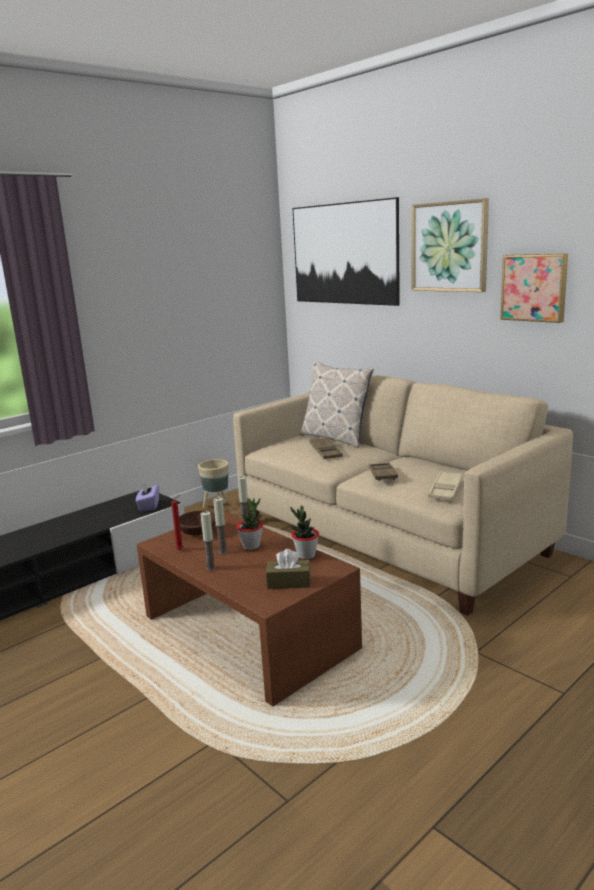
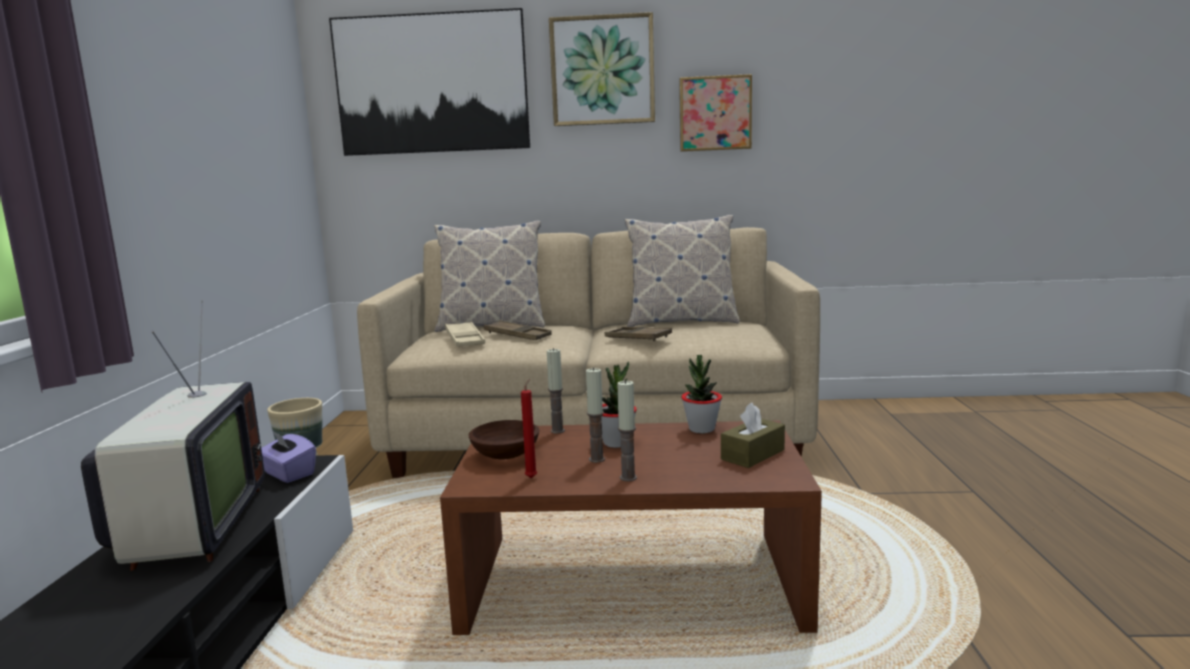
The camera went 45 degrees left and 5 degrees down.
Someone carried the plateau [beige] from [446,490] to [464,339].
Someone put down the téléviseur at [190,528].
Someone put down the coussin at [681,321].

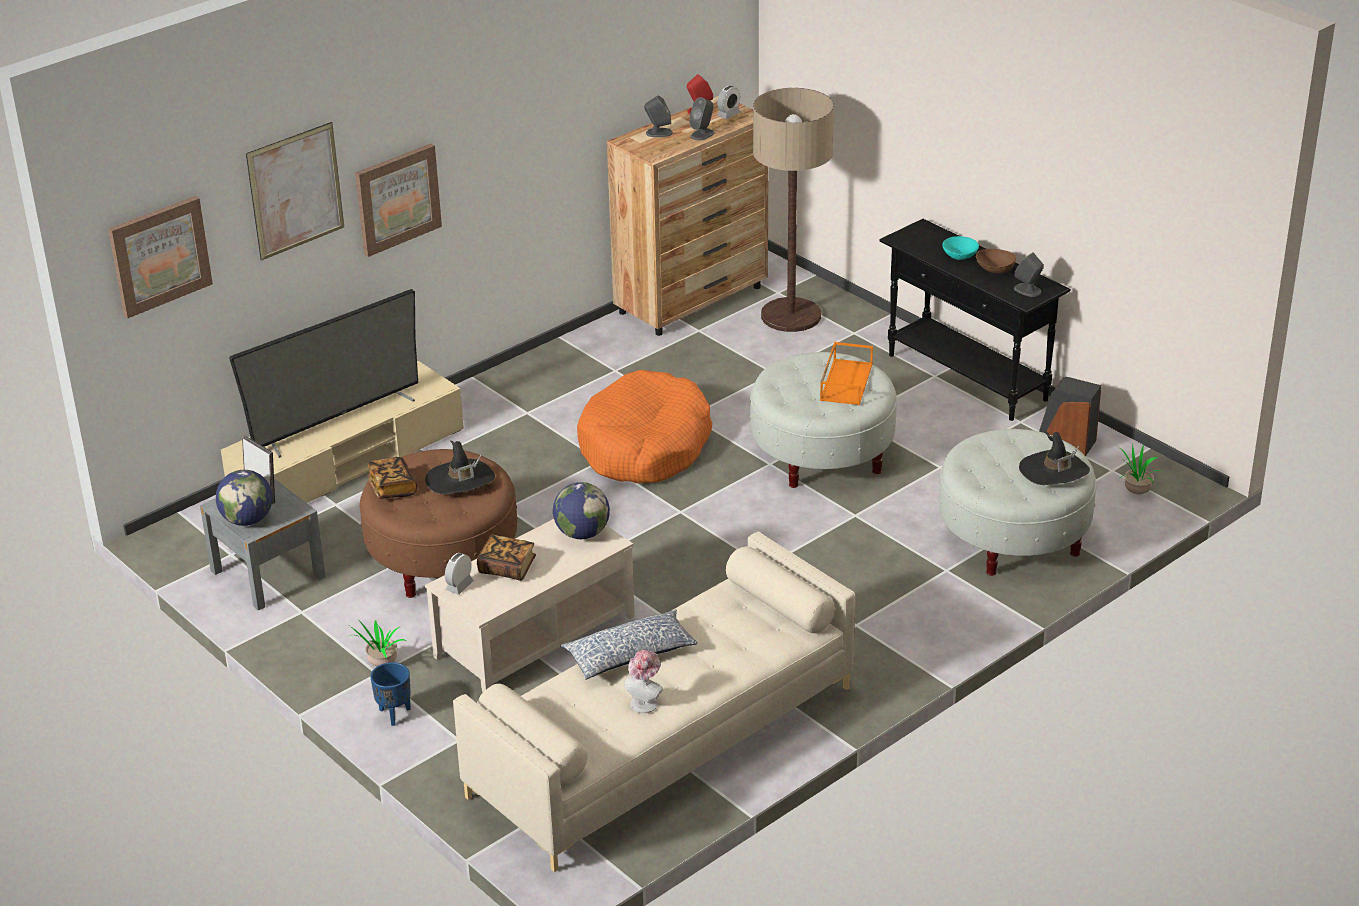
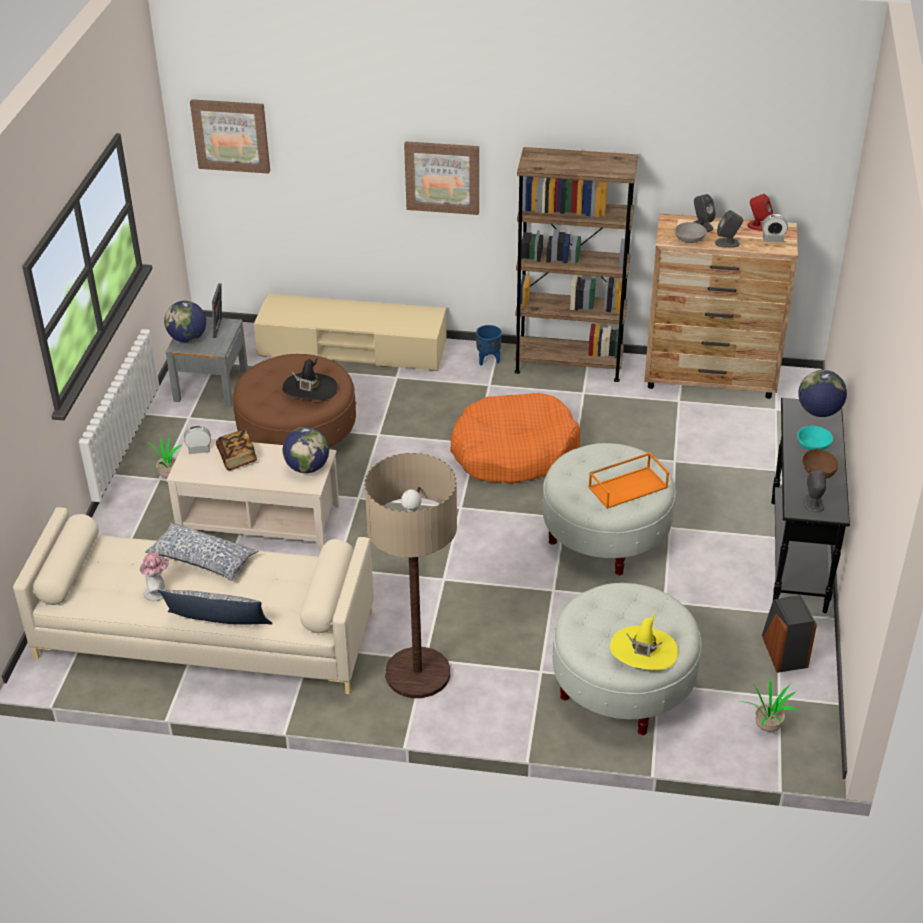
The camera went 50 degrees right and 5 degrees up.
Someone took away the téléviseur at [337,421].
Someone took away the tableau at [295,191].
Someone took away the livre at [392,488].
Someone carried the cache-pot [bleu] from [394,714] to [488,360].
Someone carried the lampadaire from [791,316] to [417,673].
Someone repainted the chapeau [noir] at [1054,471], which became the chapeau [jaune] at [643,651].
Someone put down the coussin at [217,623].
Someone put down the bibliothèque [marron] at [568,364].
Someone put down the bol [gris] at [689,240].
Someone put down the globe at [819,412].

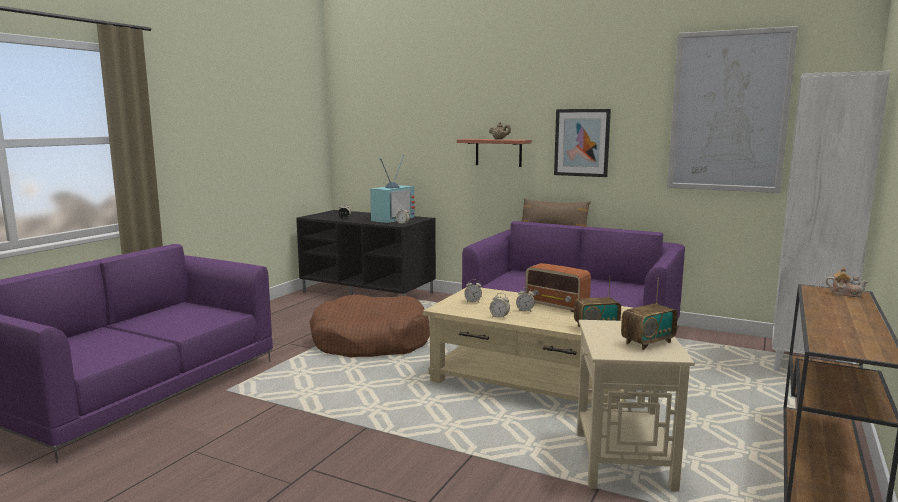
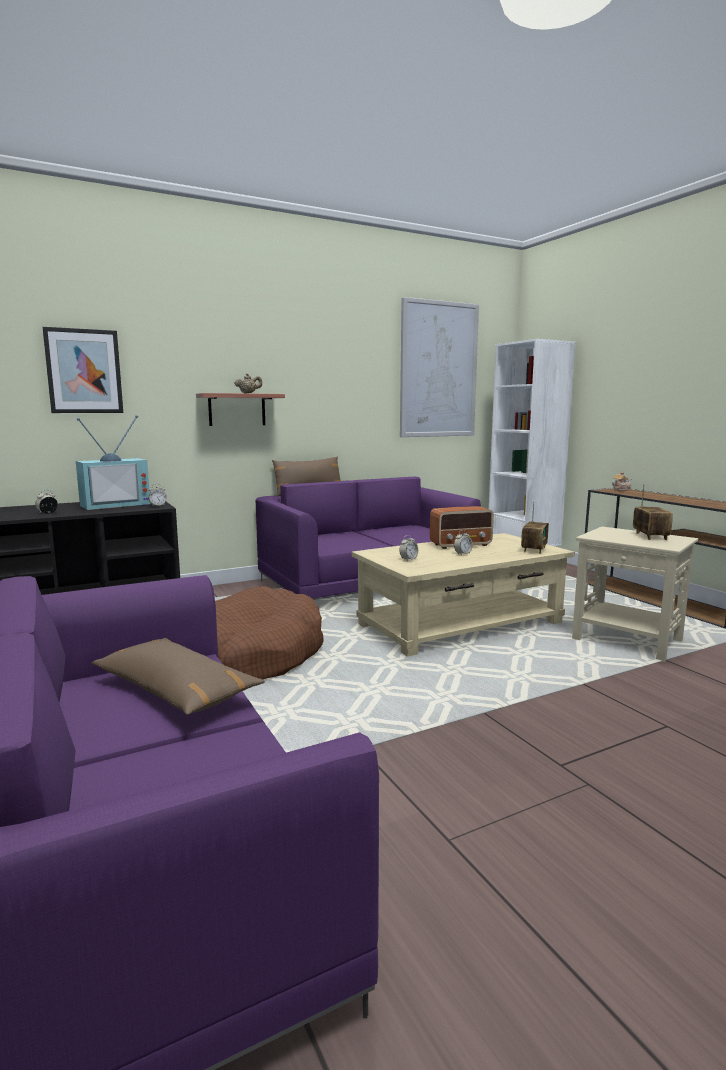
The camera went 55 degrees left and 0 degrees up.
Someone rotated the téléviseur at [391,218] by 75 degrees clockwise.
Someone took away the réveil at [499,317].
Someone carried the tableau from [582,142] to [84,371].
Someone put down the coussin [marron] at [176,690].

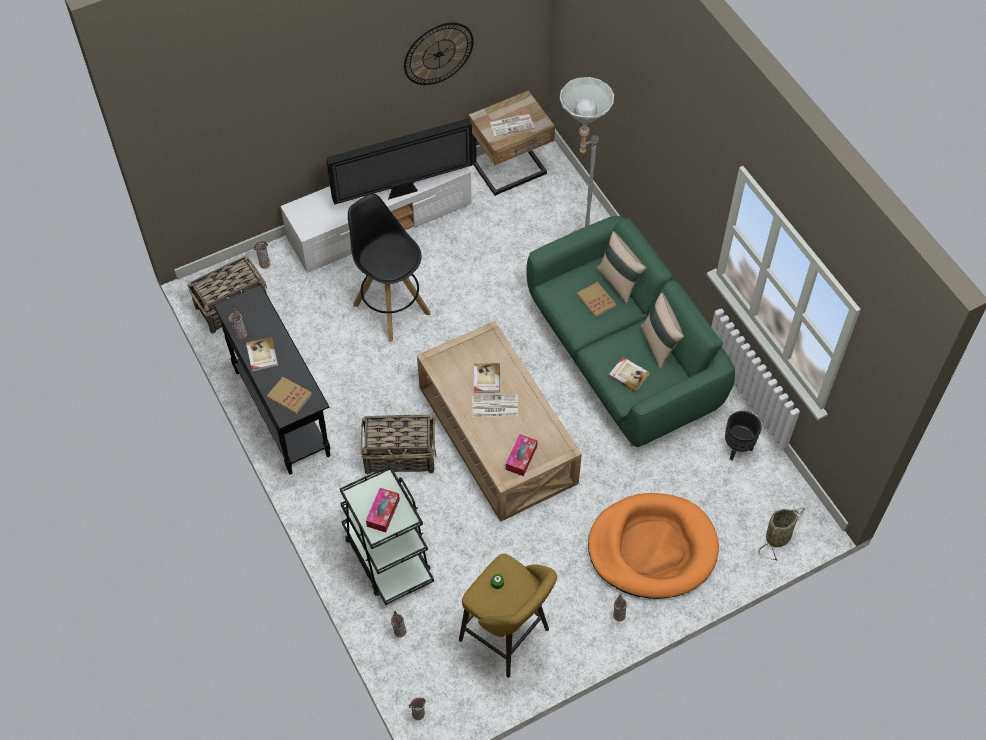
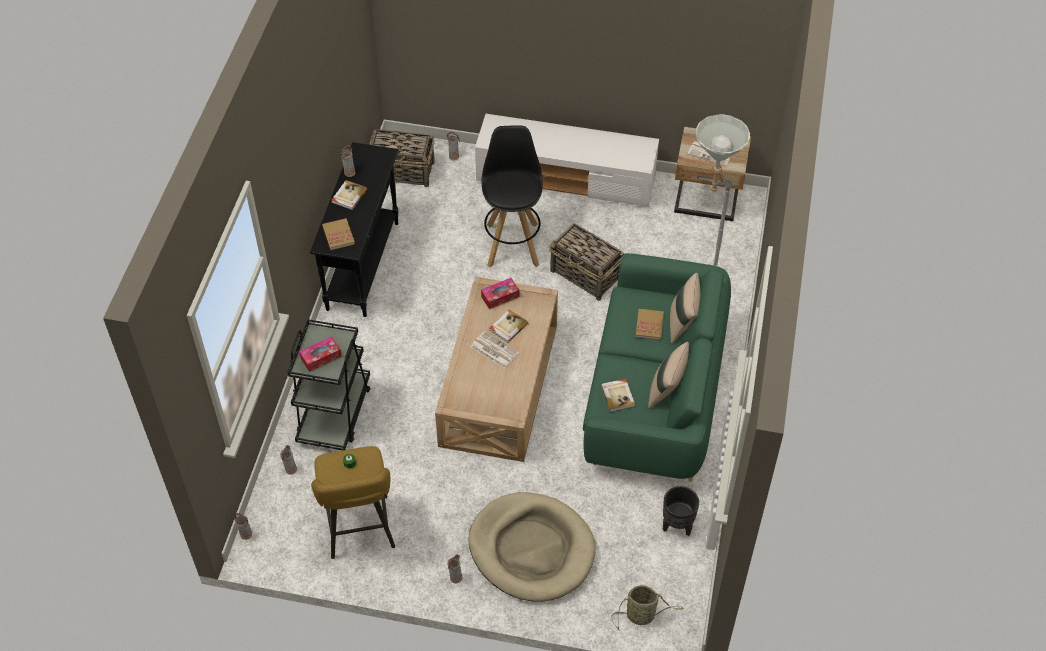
The camera went 40 degrees right and 5 degrees down.
Someone took away the téléviseur at [403,191].
Someone carried the panier from [400,455] to [586,275].
Someone took away the horloge murale at [438,54].
Someone carried the boîte à mouchoirs from [521,458] to [500,297].
Someone repainted the panier pour chien [orange] at [652,548], which became the panier pour chien [beige] at [531,549].

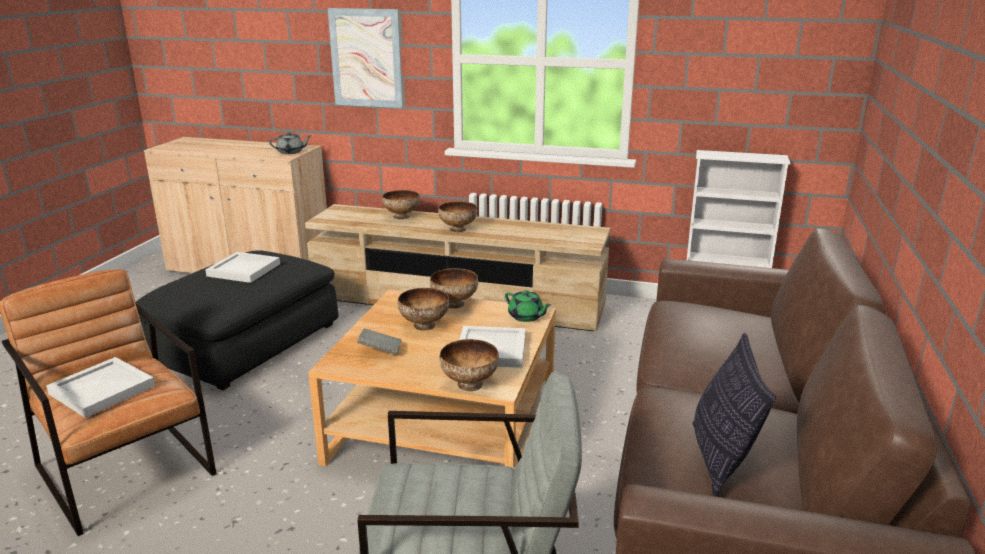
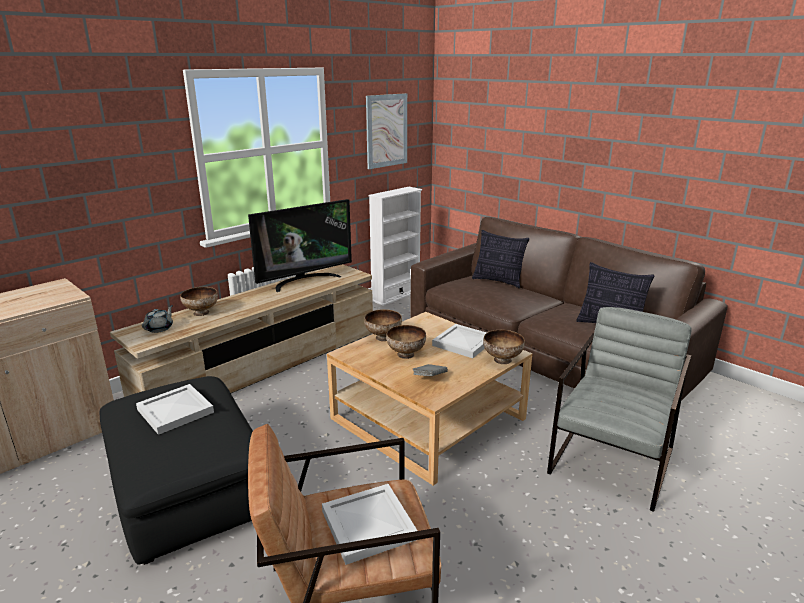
The camera went 60 degrees left and 0 degrees up.
Someone carried the théière [gris] from [291,152] to [160,328].
Someone carried the tableau from [366,58] to [386,130].
Someone took away the bol at [458,229].
Someone took away the théière [vert] at [526,317].
Someone put down the téléviseur at [304,280].
Someone put down the coussin at [498,281].

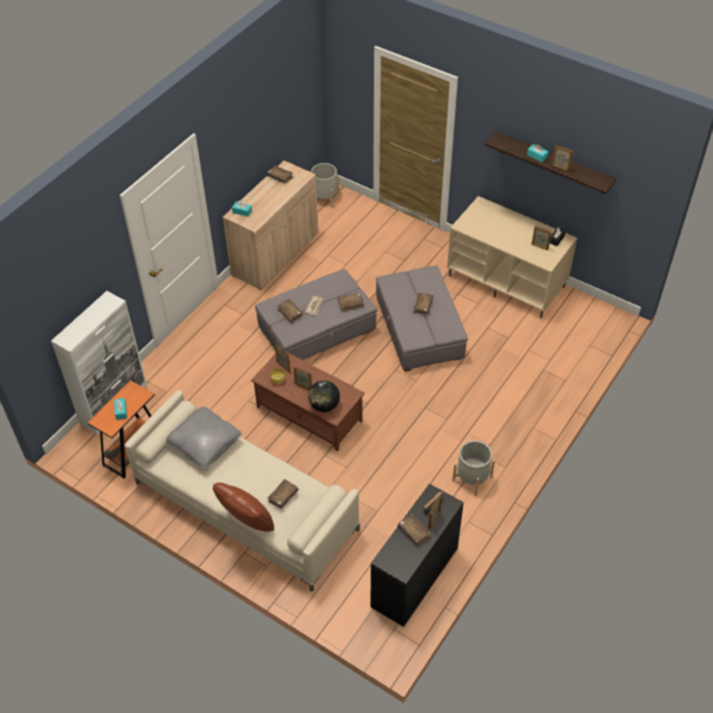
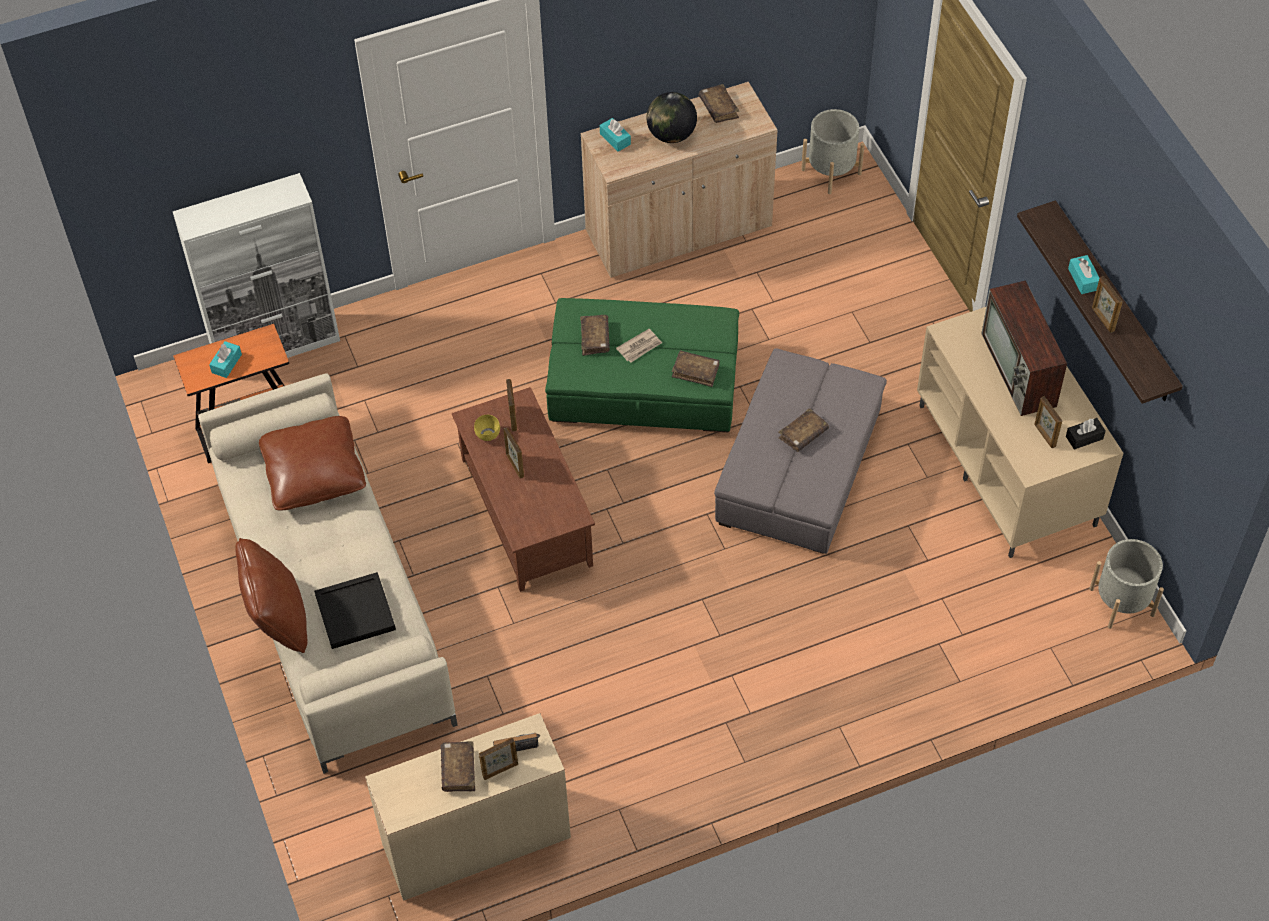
The camera went 35 degrees right and 5 degrees up.
Someone repainted the coussin [gris] at [205,443], which became the coussin [marron] at [314,473].
Someone repainted the pouf [gris] at [317,329], which became the pouf [vert] at [644,385].
Someone swapped the livre [marron] at [283,496] for the plateau [noir] at [354,612].
Someone carried the globe from [324,405] to [671,135].
Someone repainted the bureau [noir] at [413,577], which became the bureau [beige] at [475,840].
Someone carried the cache-pot [gris] from [472,478] to [1121,602].
Someone put down the téléviseur at [1020,371].

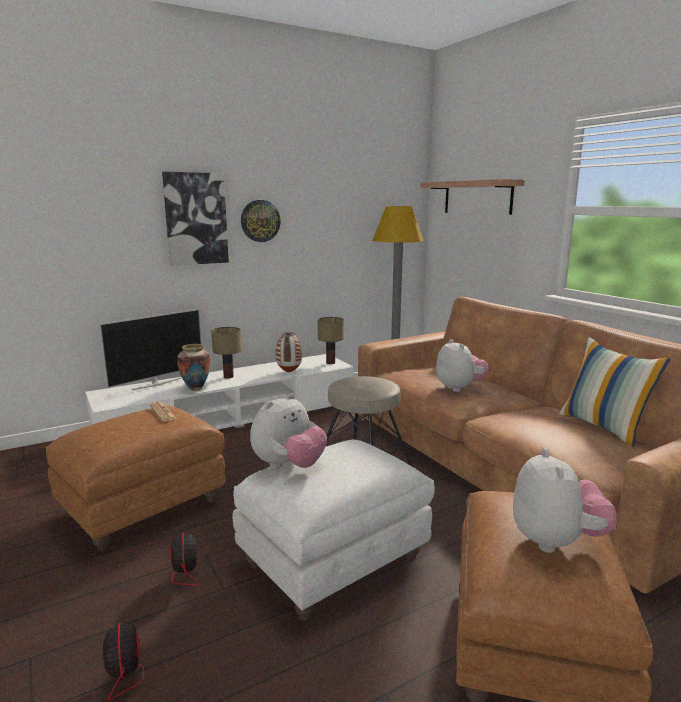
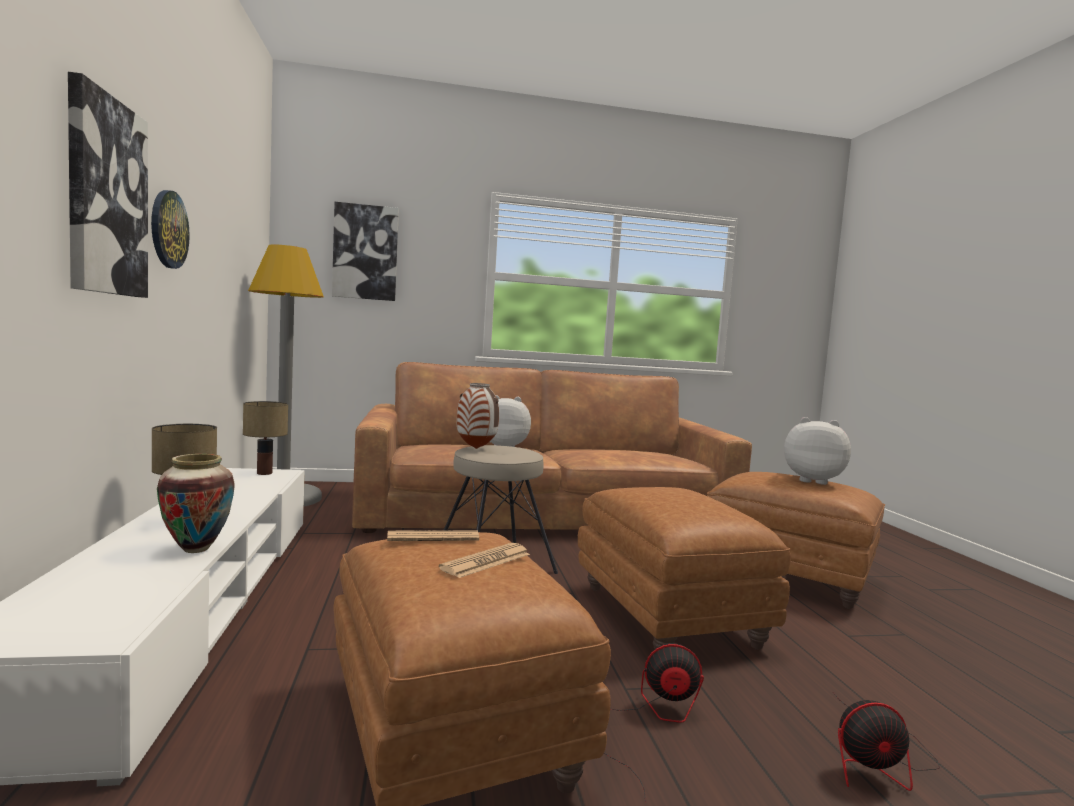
The camera went 70 degrees left and 10 degrees down.
Someone took away the téléviseur at [156,384].
Someone repainted the pouf [blanc] at [334,561], which became the pouf [marron] at [666,615].
Someone took away the peluche at [288,466].
Someone carried the vase from [289,372] to [477,448].
Someone swapped the étagère at [477,197] for the tableau at [365,252].
Someone took away the coussin at [604,427].
Someone put down the journal at [486,561].

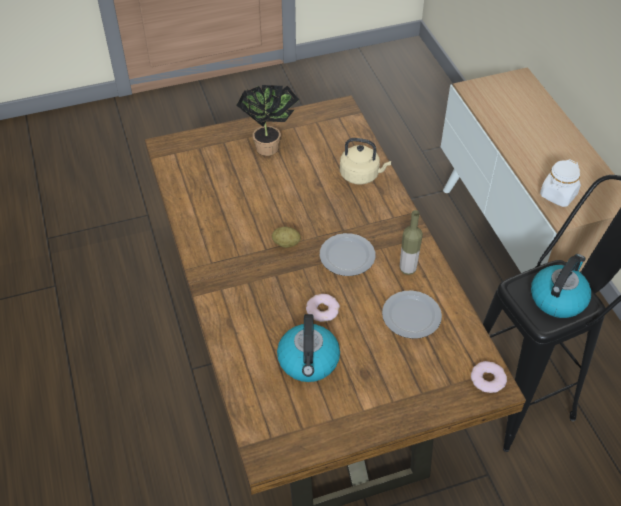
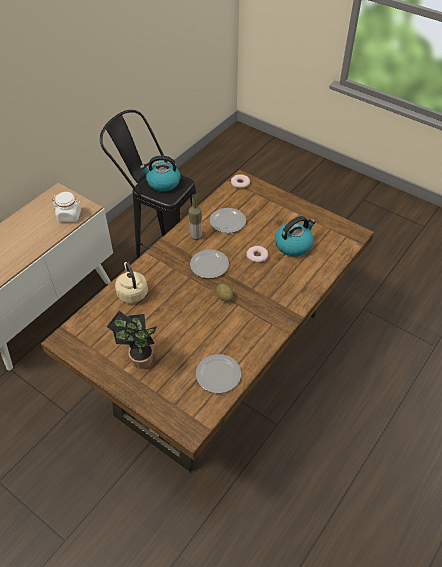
The camera went 125 degrees left and 0 degrees up.
Someone put down the assiette at [219,374].

